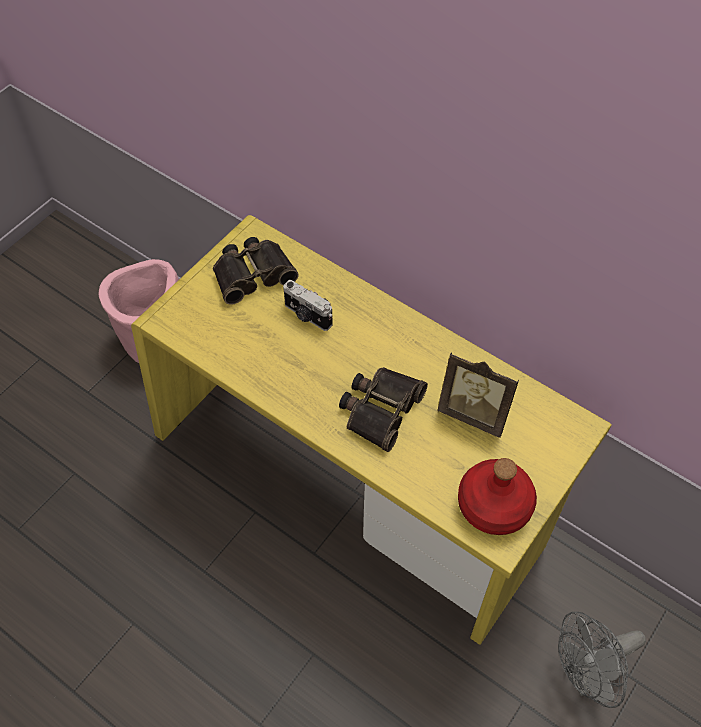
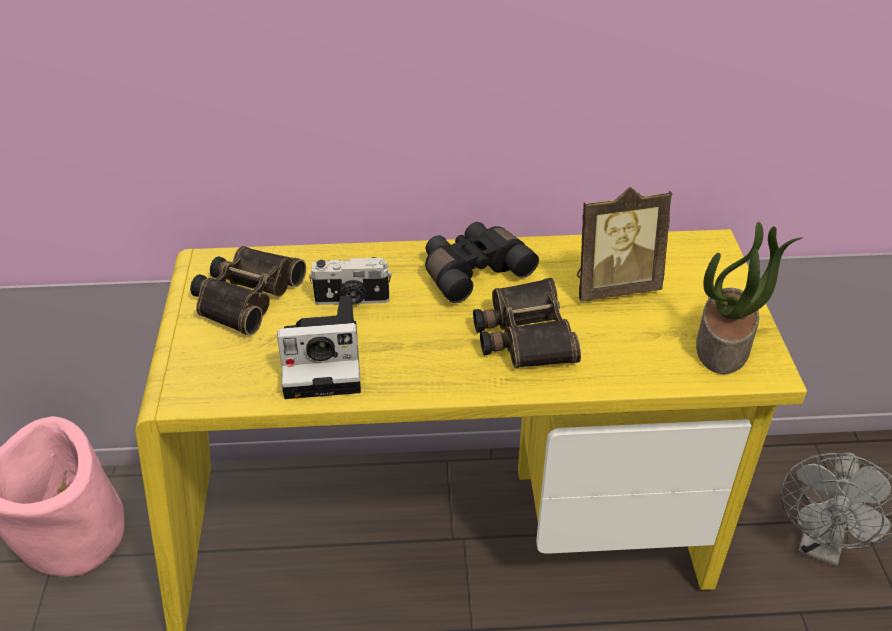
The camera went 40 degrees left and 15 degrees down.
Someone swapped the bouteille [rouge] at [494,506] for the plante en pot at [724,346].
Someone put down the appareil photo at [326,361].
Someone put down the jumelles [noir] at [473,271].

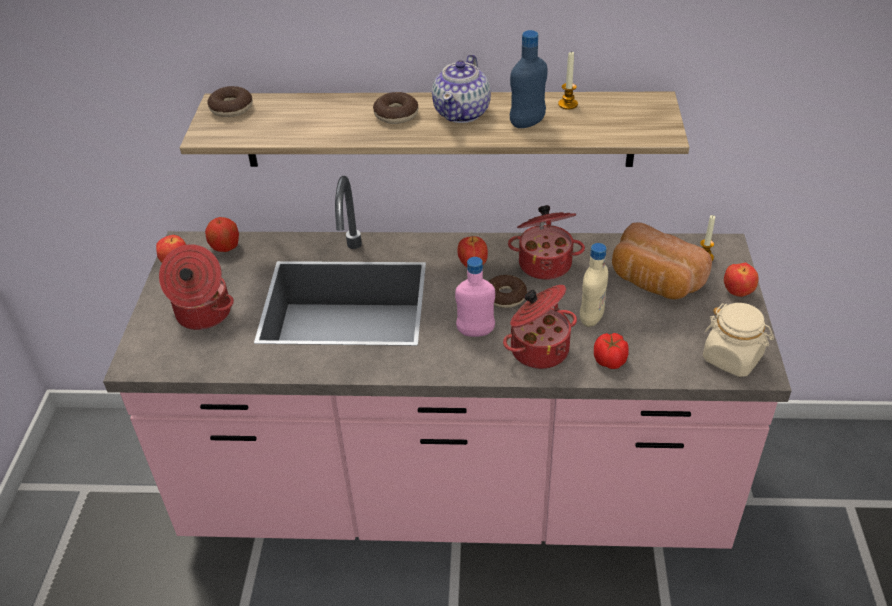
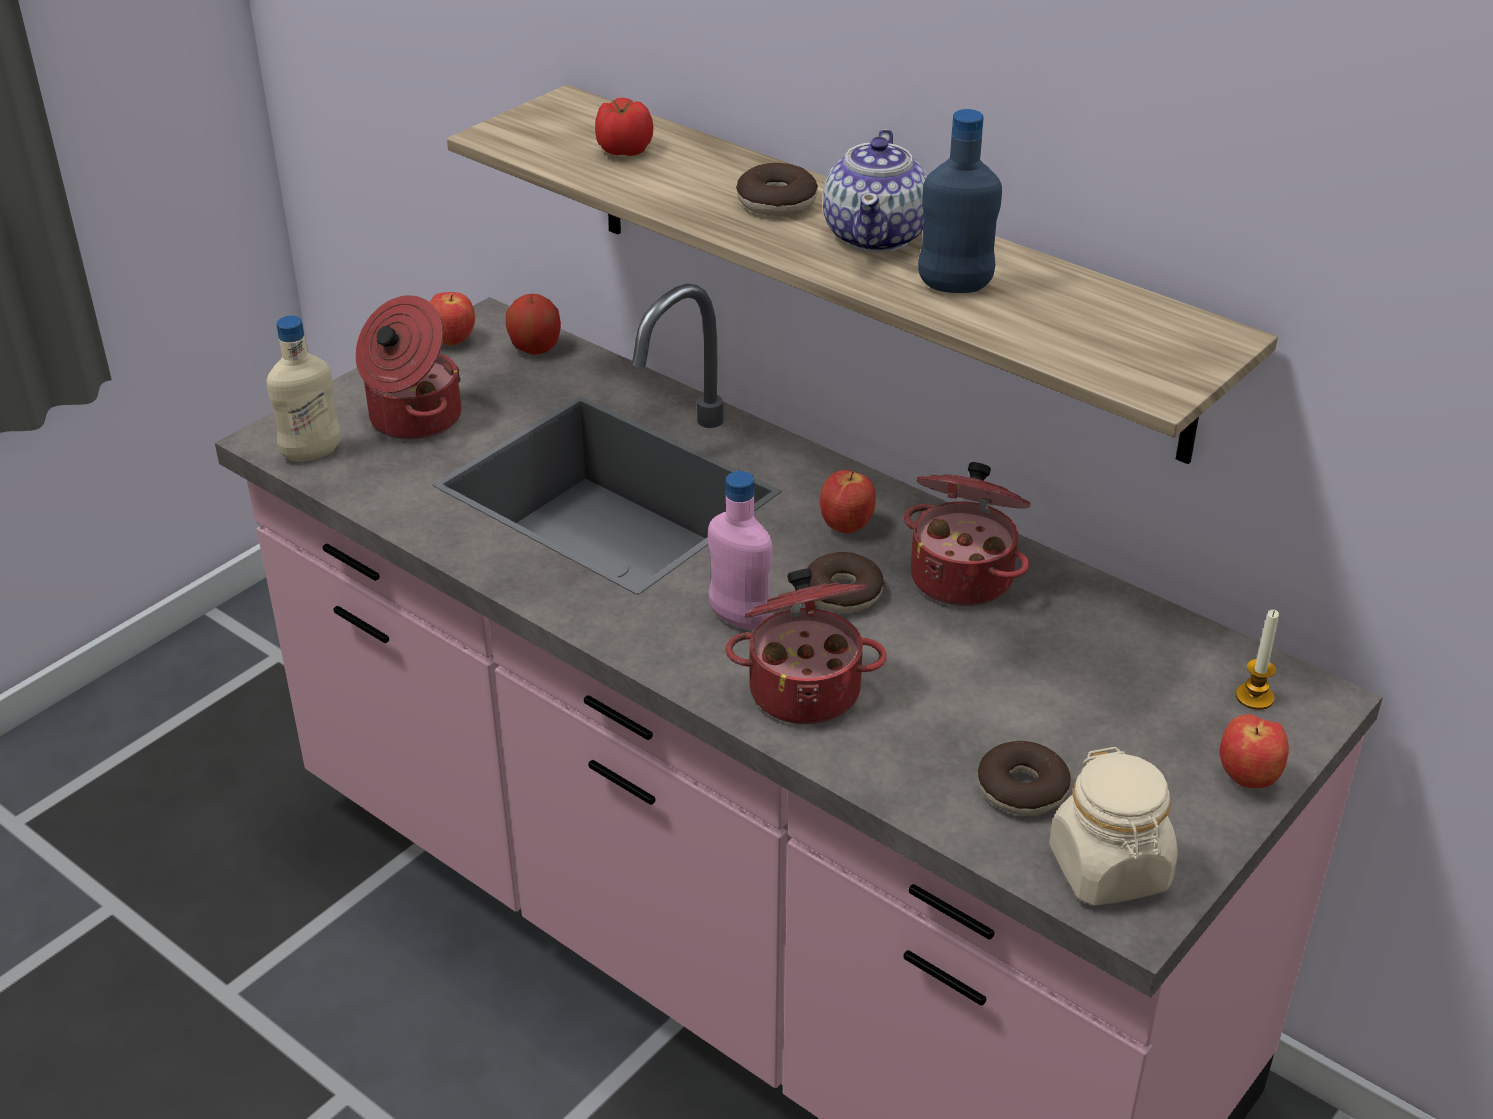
The camera went 35 degrees right and 5 degrees down.
Someone carried the beignet from [231,108] to [1022,789].
Someone rotated the théière at [462,112] by 45 degrees counterclockwise.
Someone took away the bougie at [568,104].
Someone carried the bouteille [beige] from [591,318] to [311,453].
Someone carried the tomate from [610,361] to [623,151].
Someone took away the pain at [654,282].

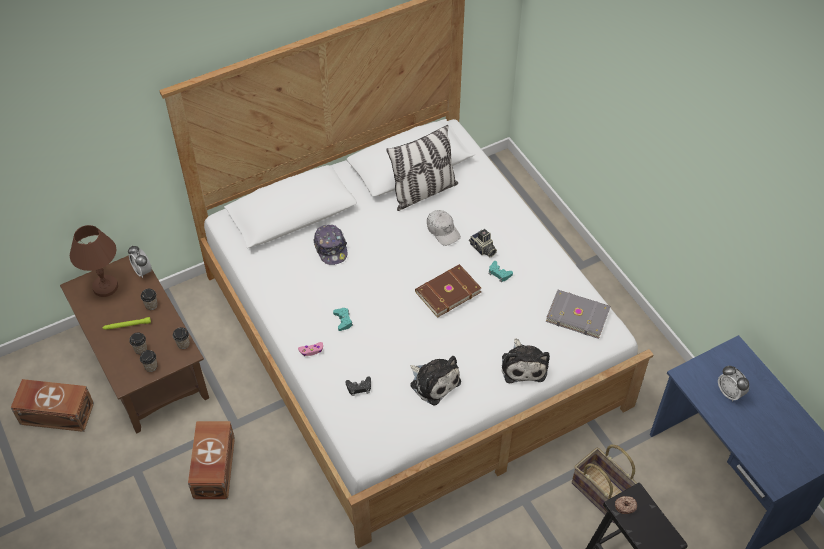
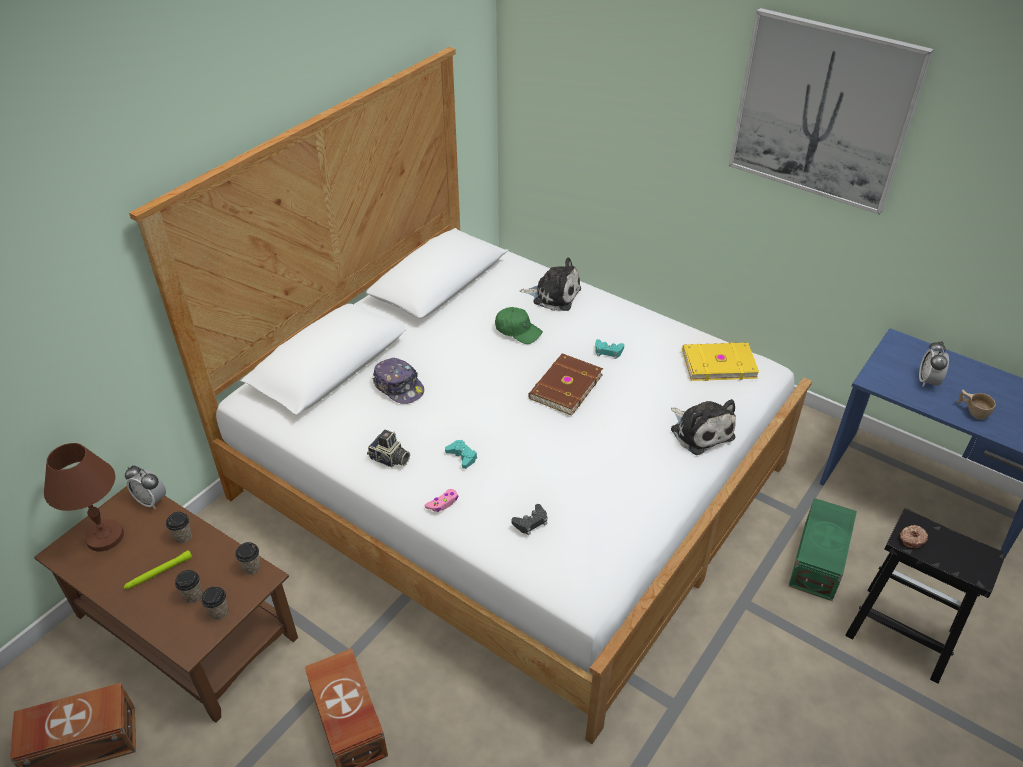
The camera went 25 degrees left and 10 degrees down.
Someone took away the coussin at [423,192].
Someone carried the peluche from [433,382] to [553,295].
Someone repainted the casquette [blanc] at [443,230], which became the casquette [vert] at [518,330].
Someone carried the appareil photo from [482,249] to [389,459].
Someone repainted the livre [gris] at [577,314], which became the livre [jaune] at [718,363].
Someone swapped the panier at [604,493] for the boîte de rangement [vert] at [819,560].
Someone rotated the réveil at [729,393] by 75 degrees clockwise.
Someone put up the tableau at [822,111].
Someone put down the tasse [beige] at [972,411].

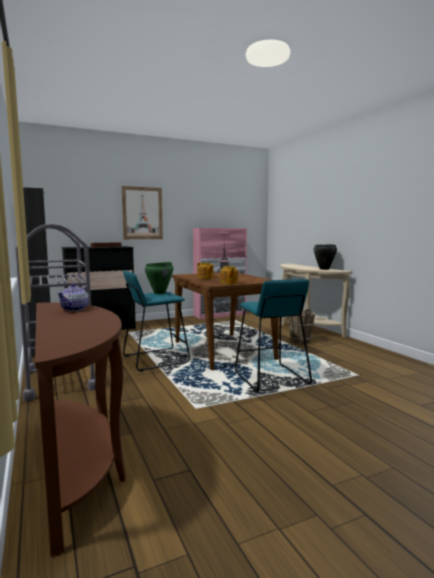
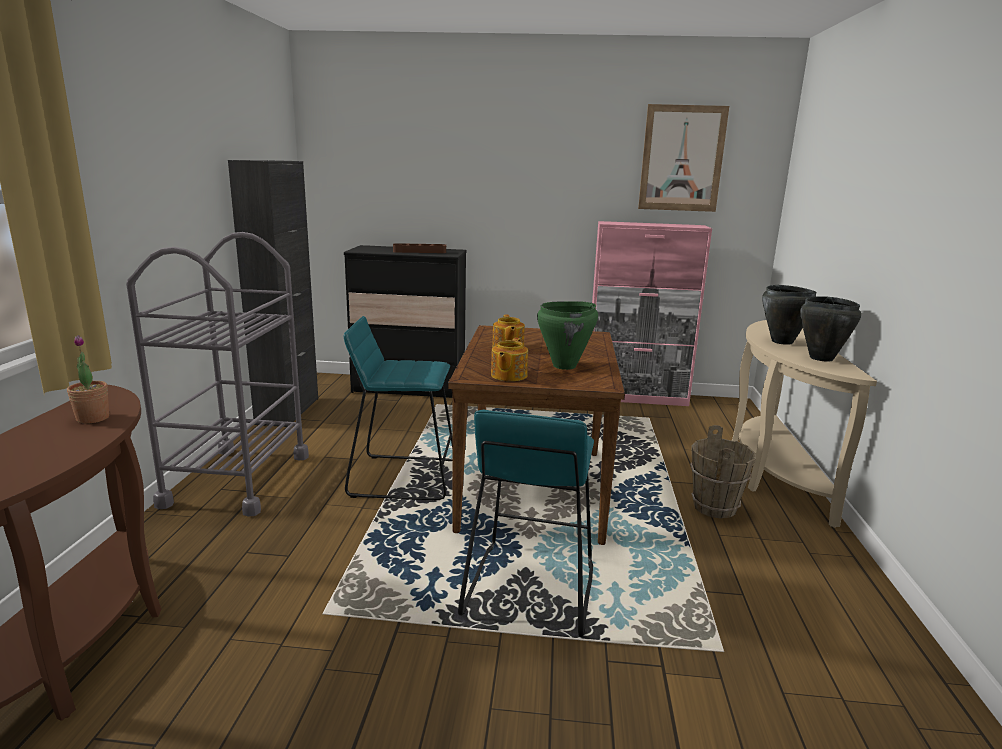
The camera went 30 degrees right and 10 degrees up.
Someone swapped the théière at [75,309] for the plante en pot at [93,418].
Someone carried the tableau from [142,213] to [682,158].
Someone carried the marmite [vert] from [160,293] to [565,366].
Someone put down the marmite [noir] at [782,342].

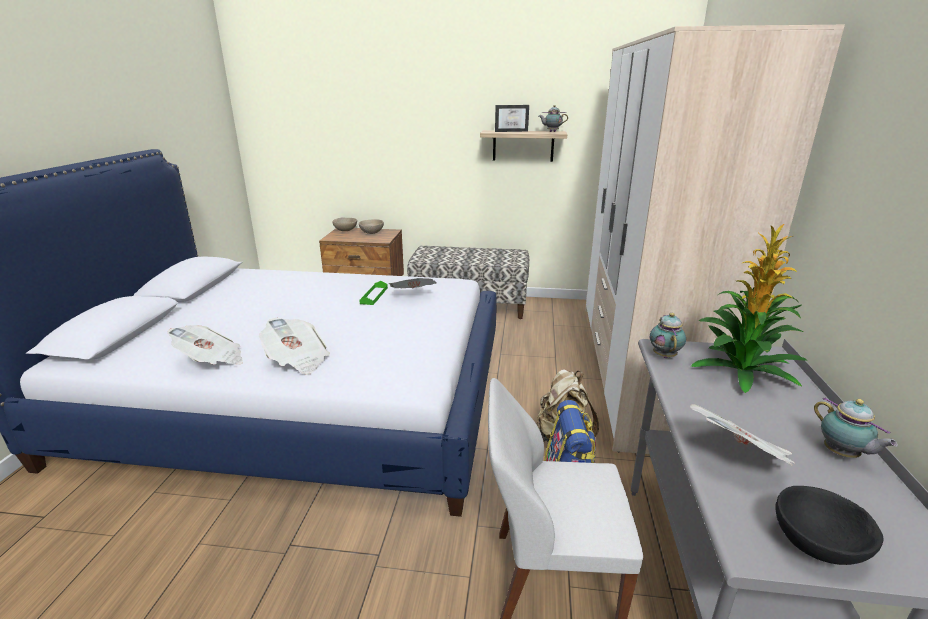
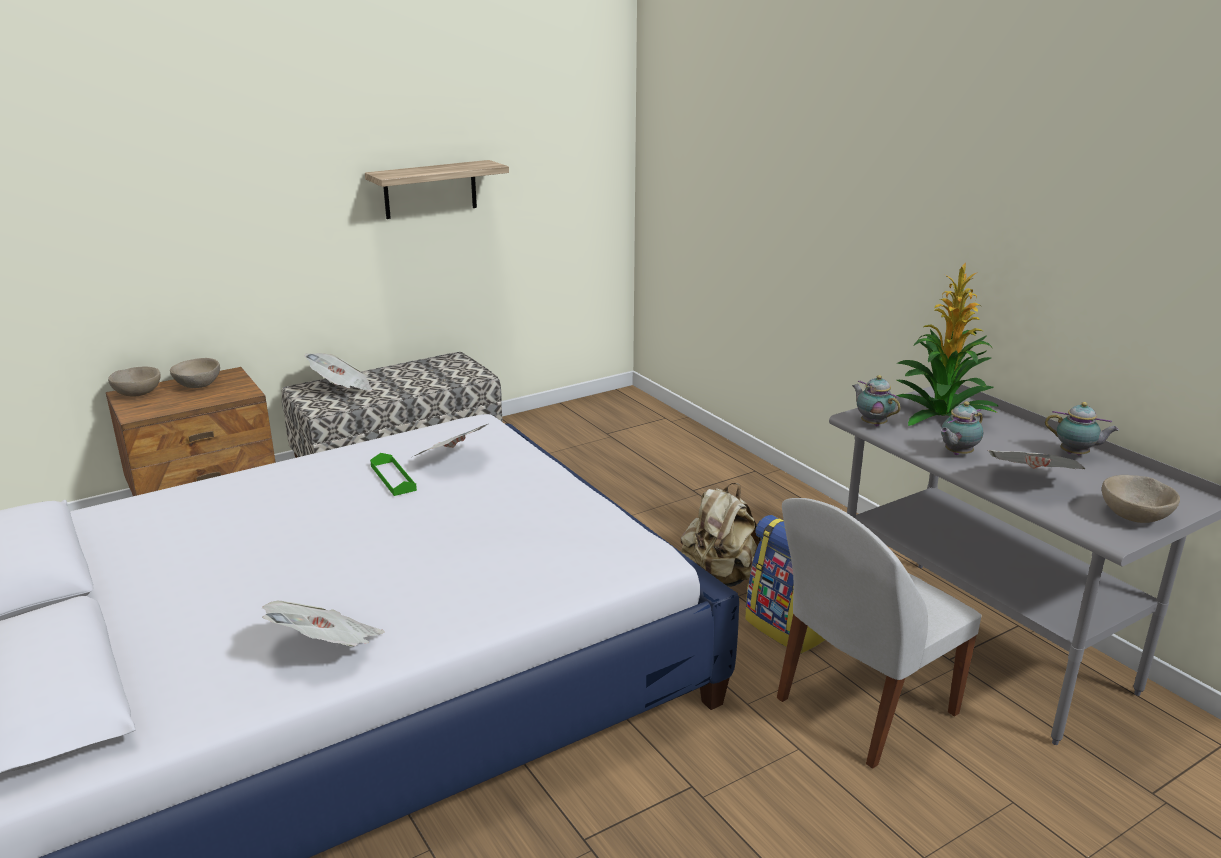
The camera went 40 degrees left and 0 degrees up.
Someone carried the journal from [297,360] to [342,388].
Someone took away the cadre photo at [511,131].
Someone carried the théière from [551,132] to [956,454].
Someone took away the armoire at [637,368].
Someone repainted the bol [noir] at [817,546], which became the bol [beige] at [1135,517].

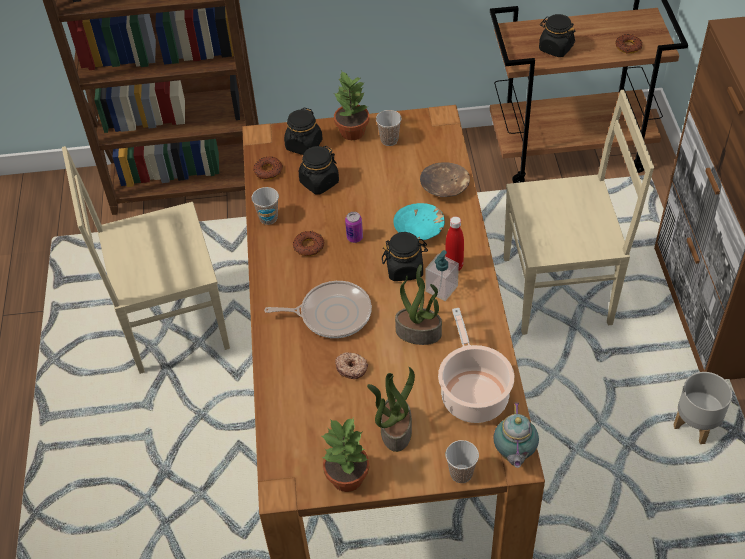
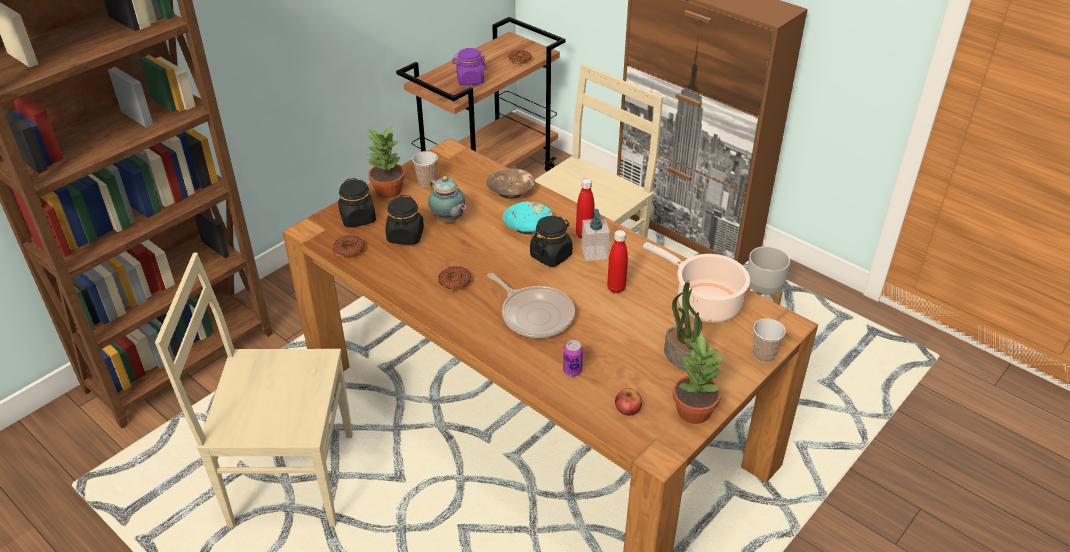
The camera went 45 degrees left and 10 degrees down.
Someone rotated the chaise [beige] at [171,324] by 60 degrees clockwise.
Someone took away the tasse at [268,218].
Someone rotated the poêle at [332,314] by 90 degrees clockwise.
Someone took away the beignet at [351,368].
Someone carried the boîte métallique from [354,237] to [572,371].
Someone swapped the plante en pot at [419,332] for the bouteille [rouge] at [616,288].
Someone carried the théière from [513,455] to [448,220].
Someone repainted the bocal [noir] at [555,48], which became the bocal [violet] at [470,80].
Someone put down the pomme at [627,408].

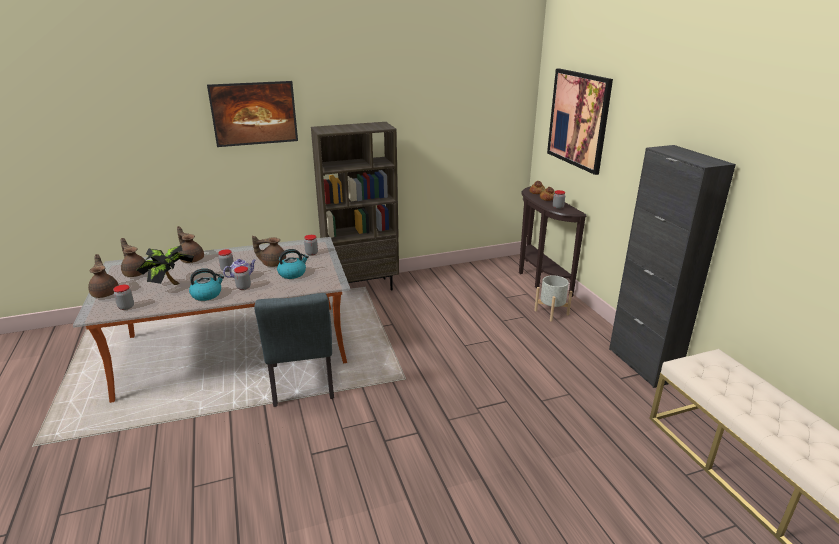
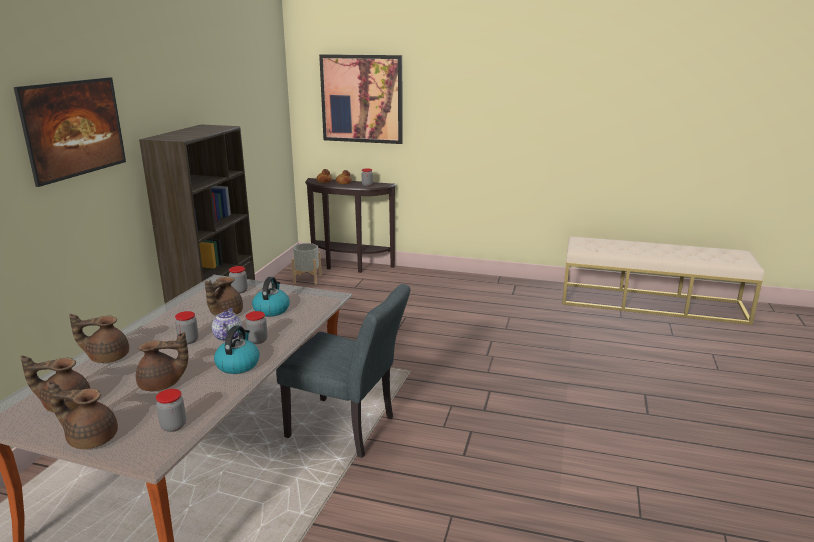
The camera went 55 degrees left and 5 degrees down.
Someone swapped the plante en pot at [169,285] for the théière [marron] at [162,385].
Someone carried the cache-pot [gris] from [551,312] to [307,279].
Someone took away the meuble de rangement [noir] at [642,364].

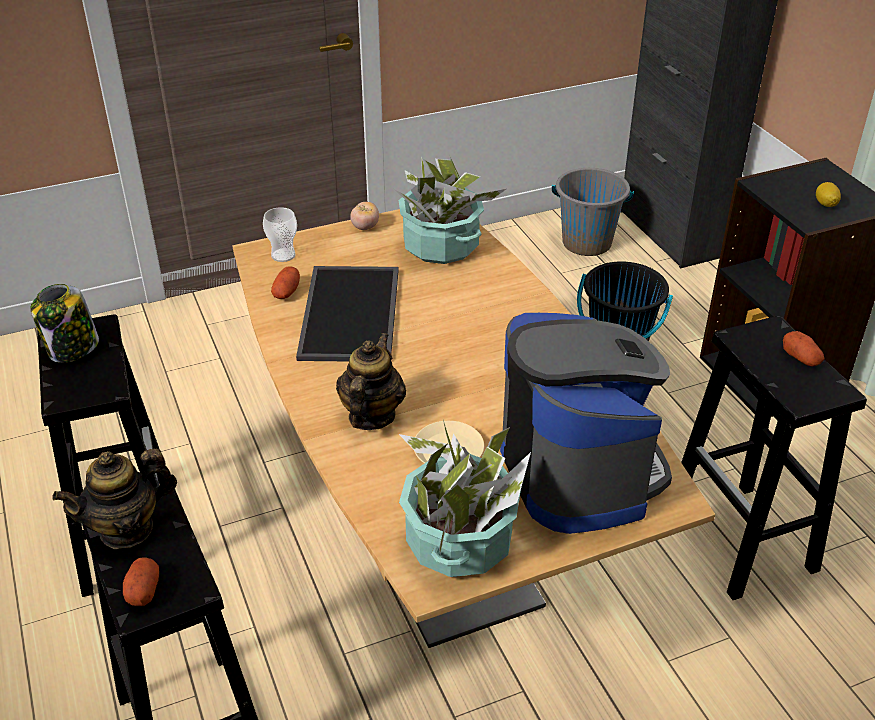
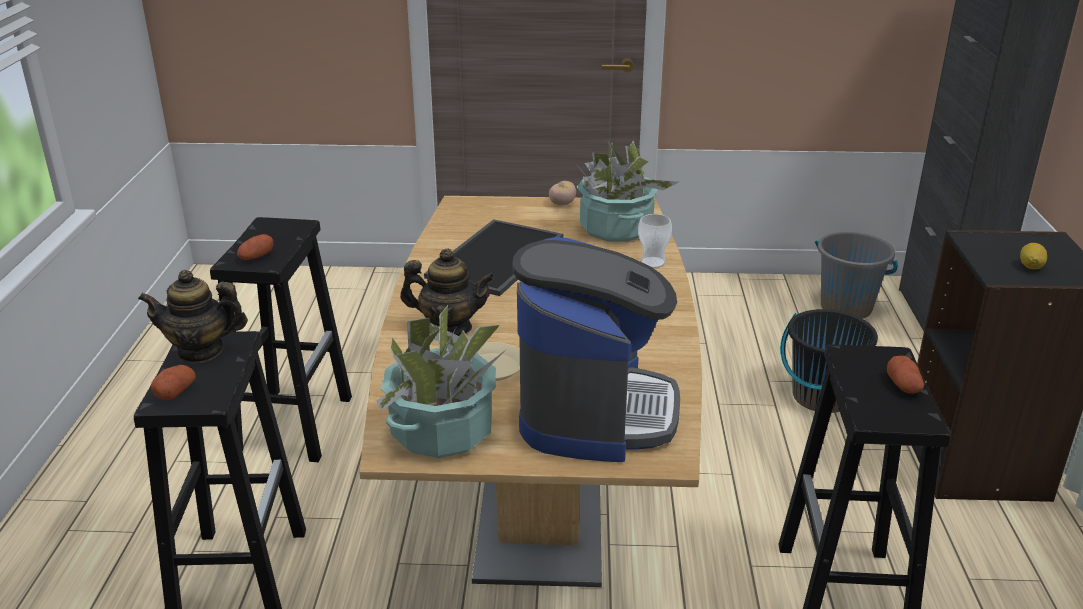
The camera went 25 degrees right and 10 degrees down.
Someone took away the bocal at [72,349].
Someone carried the tasse from [283,255] to [653,263].
Someone carried the pomme de terre from [286,292] to [256,257].
Someone rotated the théière at [371,416] by 60 degrees clockwise.

